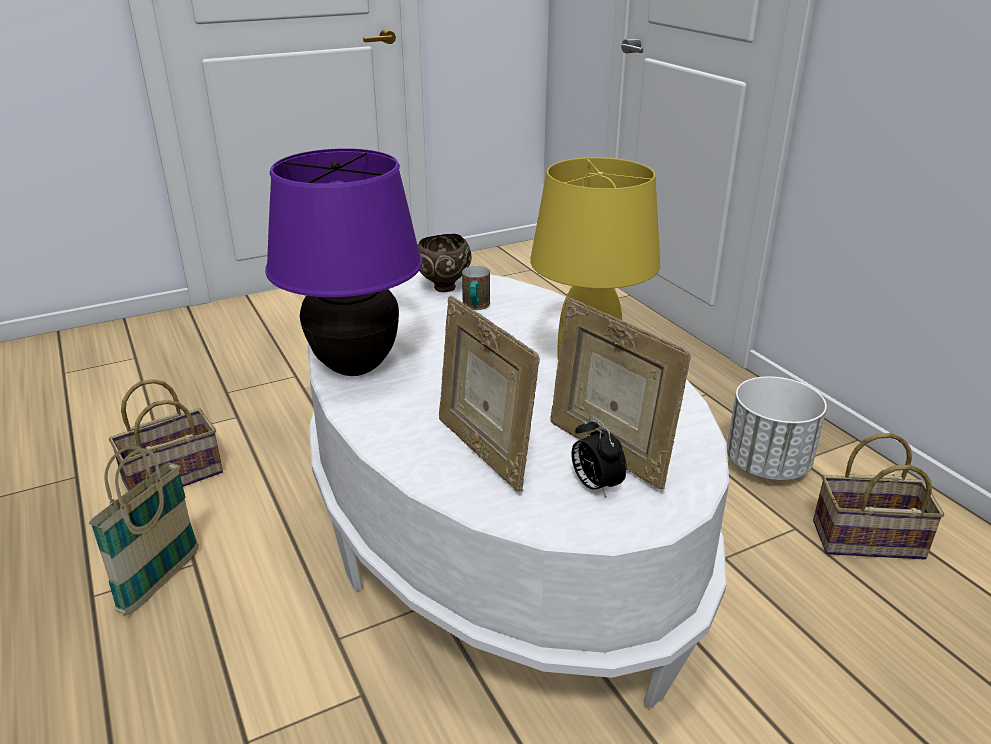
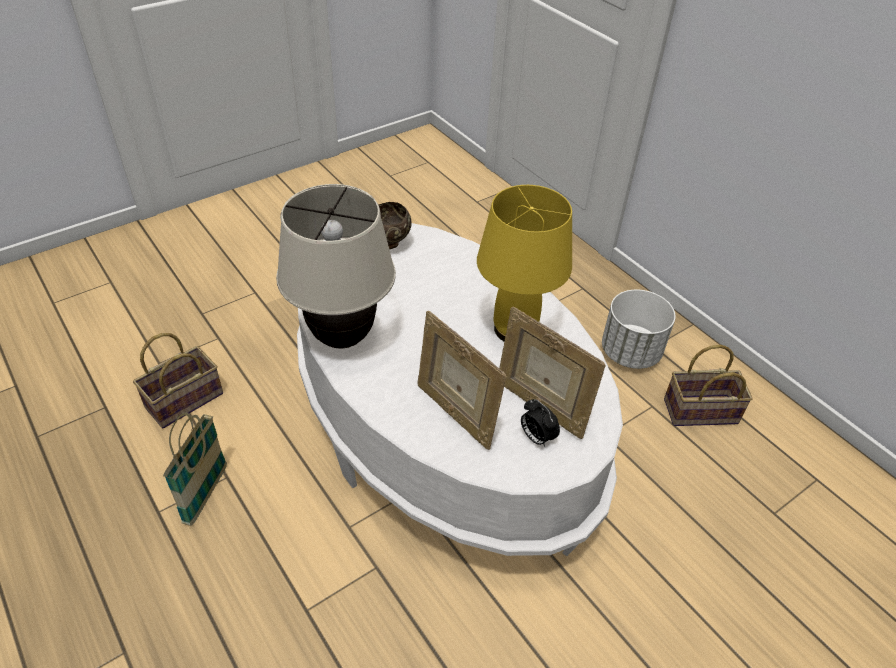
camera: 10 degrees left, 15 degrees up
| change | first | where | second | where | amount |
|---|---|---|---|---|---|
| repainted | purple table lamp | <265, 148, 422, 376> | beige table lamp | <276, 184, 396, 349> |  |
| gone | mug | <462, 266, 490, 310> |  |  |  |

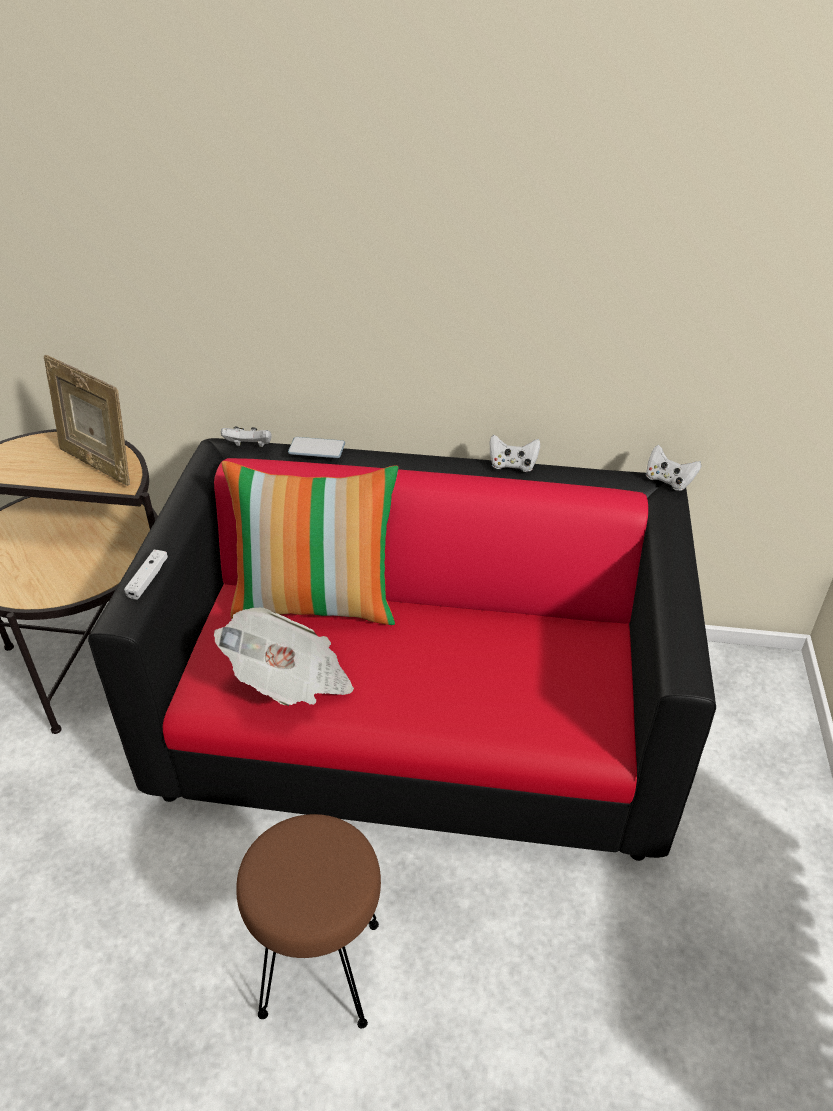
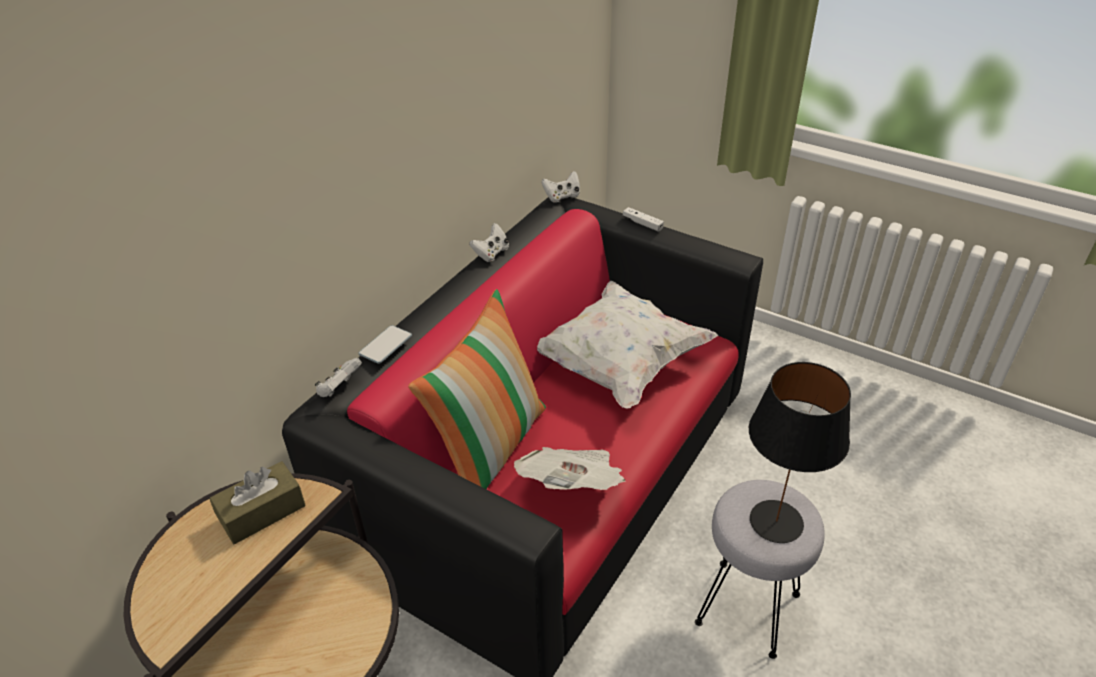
camera: 65 degrees left, 0 degrees up
| change | first | where | second | where | amount |
|---|---|---|---|---|---|
| swapped | picture frame | <44, 355, 130, 486> | brown tissue box | <209, 461, 306, 545> |  |
| shifted | white game controller | <124, 549, 168, 600> |  | <623, 207, 664, 231> |  |
| repainted | brown stool | <236, 814, 381, 1028> | grey stool | <695, 480, 825, 659> |  |
| new |  |  | white pillow | <537, 280, 718, 408> |  |
| new |  |  | black table lamp | <749, 362, 851, 543> |  |

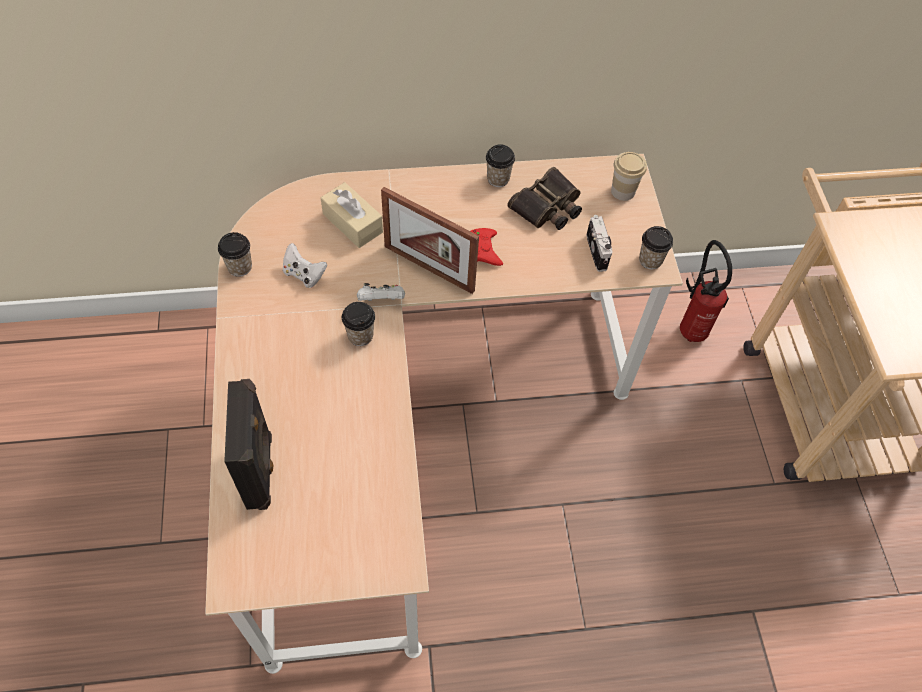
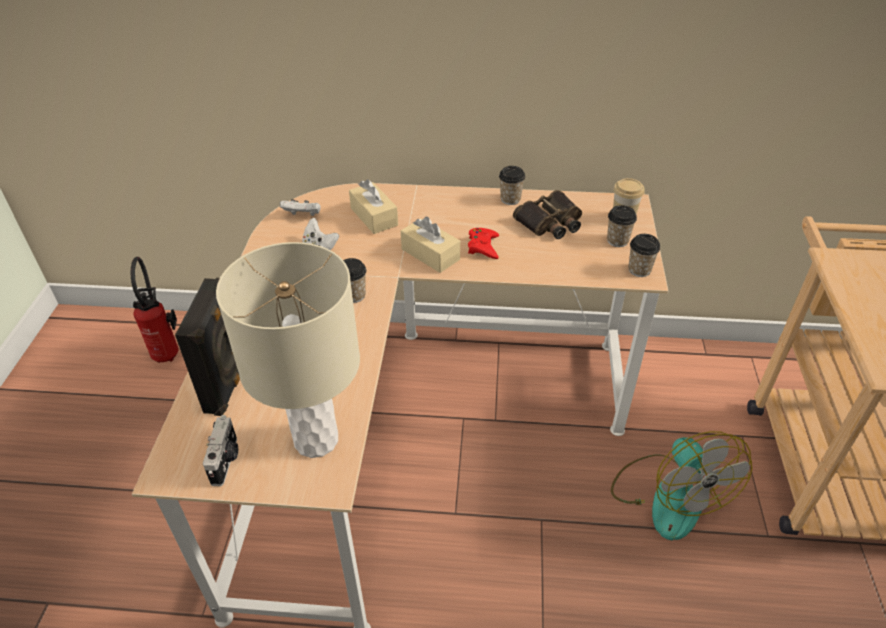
camera: 15 degrees right, 15 degrees down
| change | first | where | second | where | amount |
|---|---|---|---|---|---|
| shifted | cup | <218, 232, 252, 277> |  | <607, 205, 637, 247> |  |
| shifted | white game controller | <357, 283, 405, 301> |  | <280, 199, 321, 216> |  |
| swapped | picture frame | <381, 187, 479, 294> | beige tissue box | <401, 217, 460, 273> |  |
| shifted | photo camera | <586, 215, 613, 272> |  | <203, 415, 238, 486> |  |
| shifted | fire extinguisher | <680, 240, 732, 342> |  | <131, 257, 178, 363> |  |
| new |  |  | beige table lamp | <216, 242, 360, 458> |  |
| new |  |  | fan | <611, 431, 752, 540> |  |

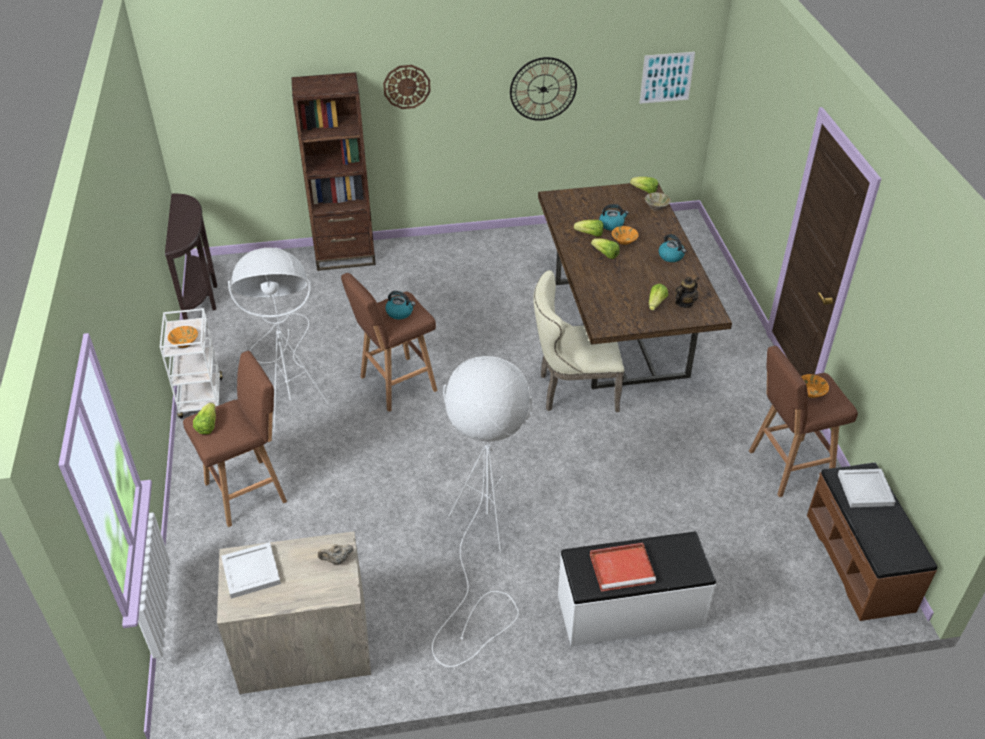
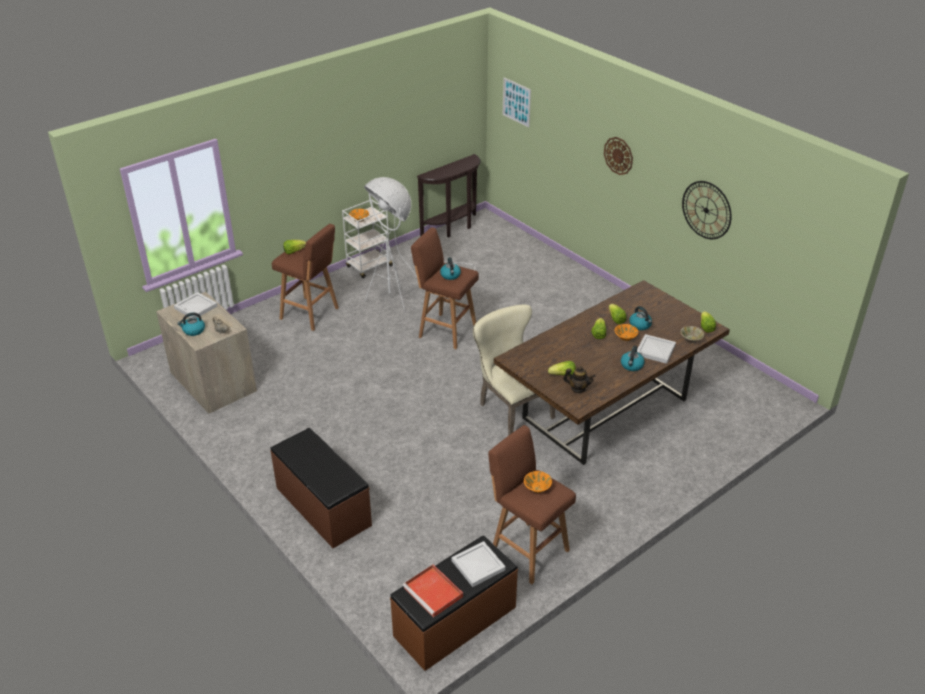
camera: 60 degrees right, 5 degrees down
| change | first | where | second | where | amount |
|---|---|---|---|---|---|
| gone | brown bookcase | <291, 72, 376, 271> |  |  |  |
| gone | white floor lamp | <432, 356, 533, 667> |  |  |  |
| repainted | white bench | <558, 532, 716, 647> | brown bench | <270, 428, 372, 548> |  |
| shifted | red tray | <590, 543, 656, 591> |  | <403, 564, 463, 618> |  |
| shifted | picture | <640, 52, 695, 104> |  | <503, 78, 531, 128> |  |
| new |  |  | kettle | <177, 313, 205, 336> |  |
| new |  |  | white tray | <637, 334, 676, 364> |  |

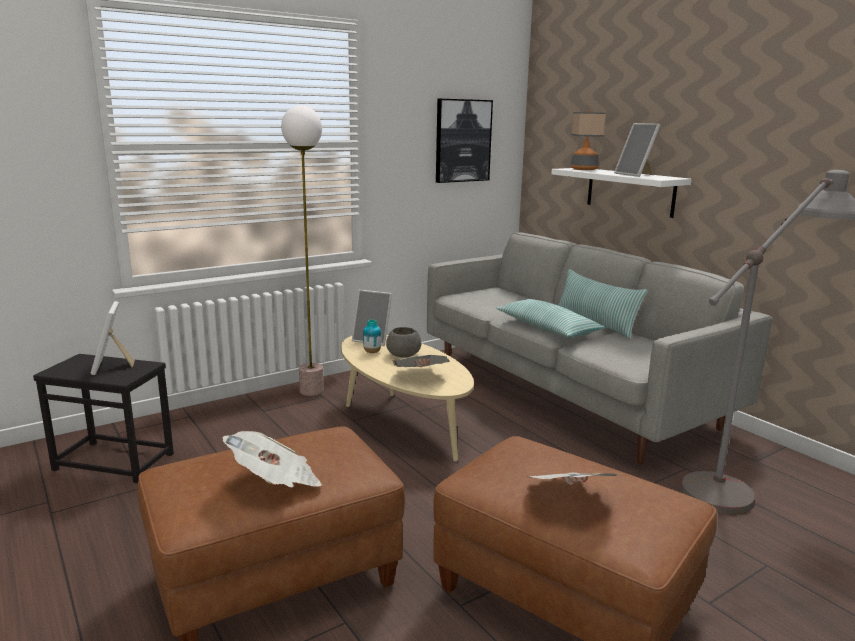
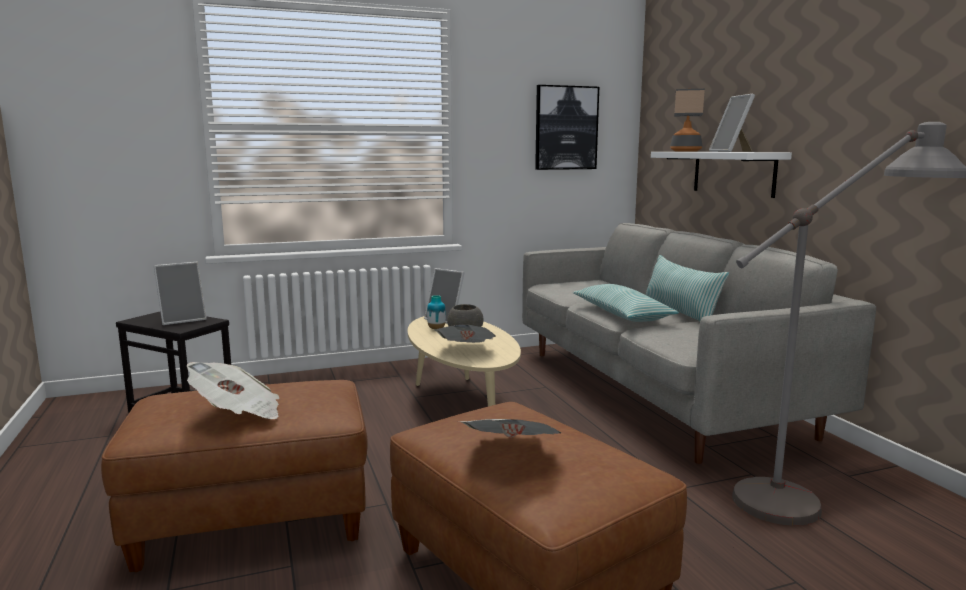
camera: 15 degrees right, 5 degrees down
| change | first | where | second | where | amount |
|---|---|---|---|---|---|
| rotated | picture frame | <91, 301, 135, 375> |  | <154, 262, 207, 325> | 120 degrees counterclockwise |
| gone | floor lamp | <281, 105, 324, 396> |  |  |  |

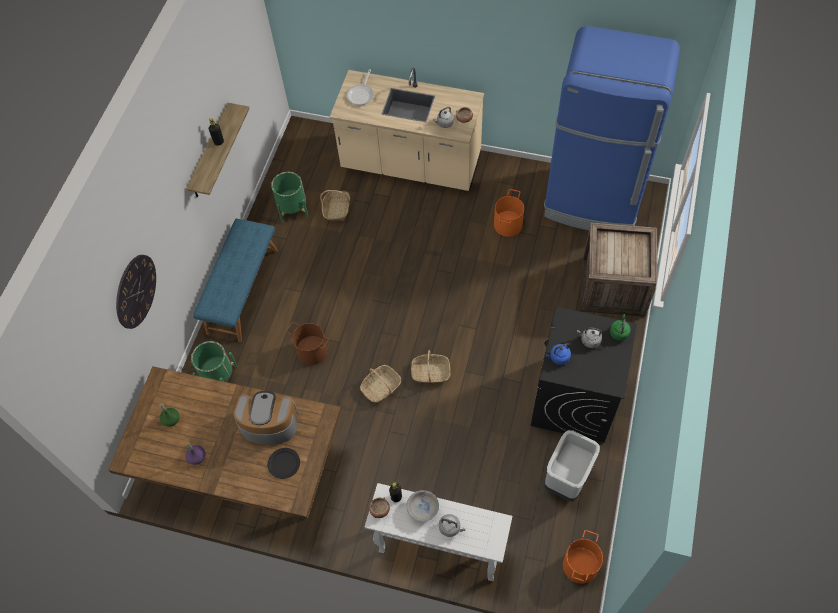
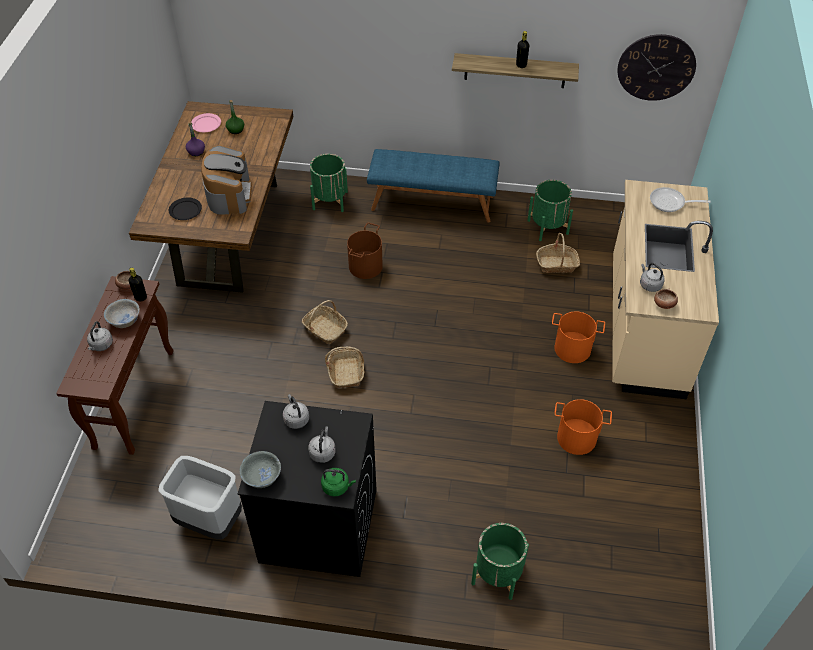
camera: 80 degrees right, 10 degrees down
| change | first | where | second | where | amount |
|---|---|---|---|---|---|
| shifted | wall clock | <116, 255, 156, 329> |  | <618, 34, 696, 101> |  |
| repainted | white console table | <365, 483, 512, 581> | brown console table | <56, 276, 174, 455> |  |
| gone | blue fridge | <544, 26, 680, 230> |  |  |  |
| repainted | blue kettle | <546, 343, 571, 365> | grey kettle | <283, 394, 309, 429> |  |
| shifted | orange bucket | <563, 530, 603, 584> |  | <552, 311, 605, 363> |  |
| swapped | crate | <581, 223, 658, 317> | green planter | <471, 523, 529, 600> |  |
| new |  |  | pink plate | <191, 113, 221, 132> |  |
| new |  |  | grey bowl | <239, 451, 281, 488> |  |

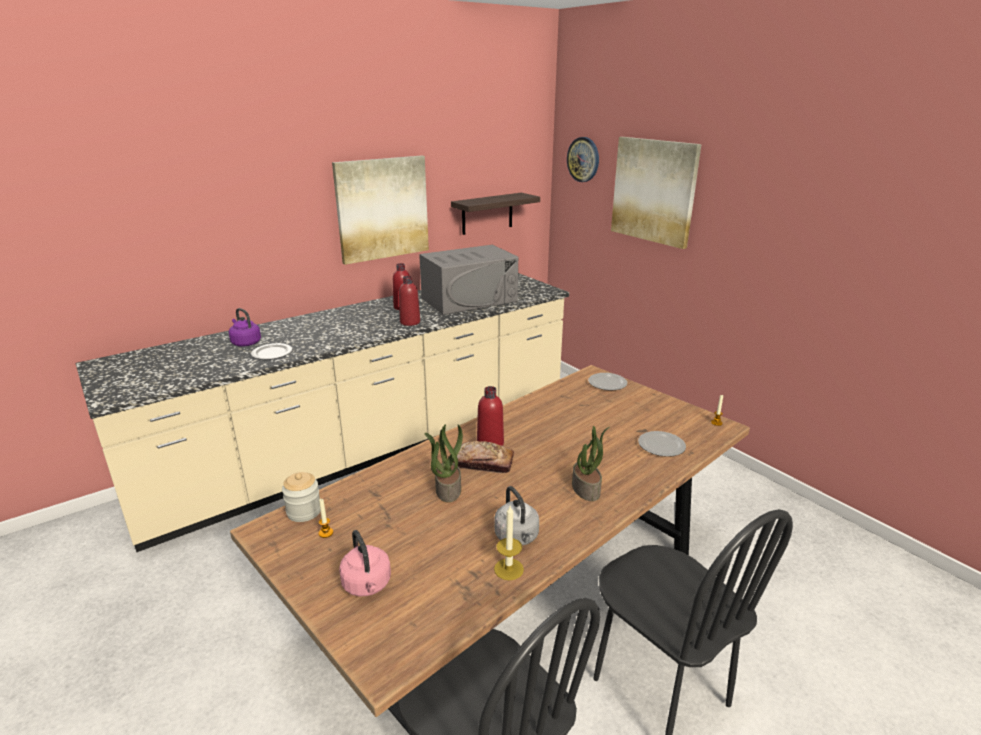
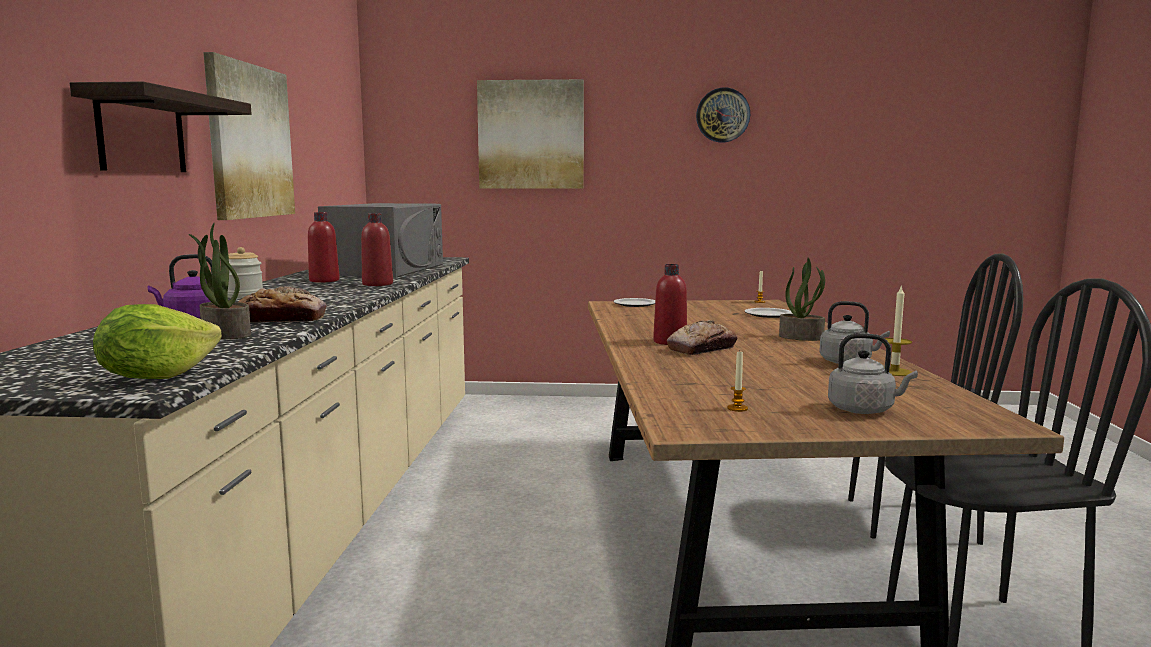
camera: 50 degrees left, 15 degrees down
| change | first | where | second | where | amount |
|---|---|---|---|---|---|
| swapped | plate | <251, 343, 292, 360> | bread | <238, 286, 326, 322> |  |
| shifted | jar | <282, 472, 320, 522> |  | <227, 247, 263, 298> |  |
| repainted | pink kettle | <339, 530, 391, 596> | grey kettle | <828, 333, 918, 414> |  |
| shifted | potted plant | <424, 424, 463, 502> |  | <189, 223, 251, 339> |  |
| shifted | shelf | <451, 193, 540, 235> |  | <70, 82, 252, 172> |  |
| shifted | wall clock | <567, 137, 599, 182> |  | <696, 88, 750, 143> |  |
| new |  |  | lettuce | <93, 304, 222, 379> |  |

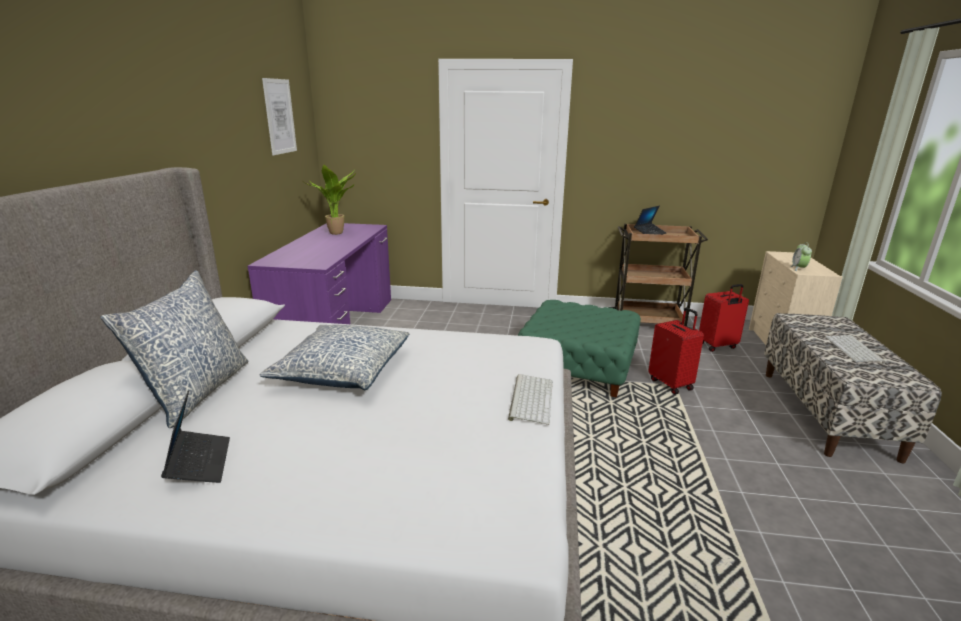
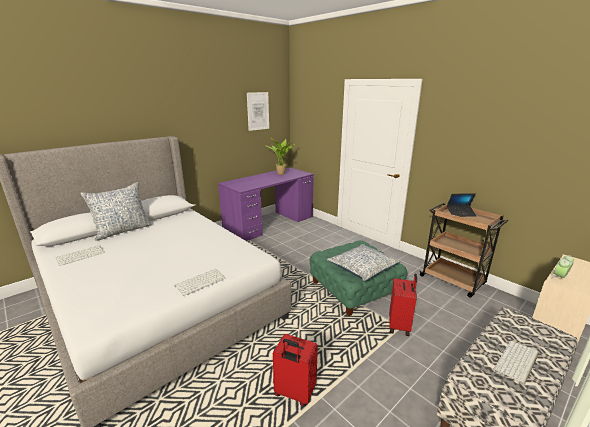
camera: 40 degrees right, 0 degrees up
| change | first | where | second | where | amount |
|---|---|---|---|---|---|
| swapped | laptop | <161, 390, 230, 483> | keyboard | <56, 245, 105, 266> |  |
| shifted | pillow | <260, 325, 409, 390> |  | <327, 244, 400, 282> |  |
| shifted | red suitcase | <699, 284, 749, 352> |  | <273, 334, 318, 406> |  |

